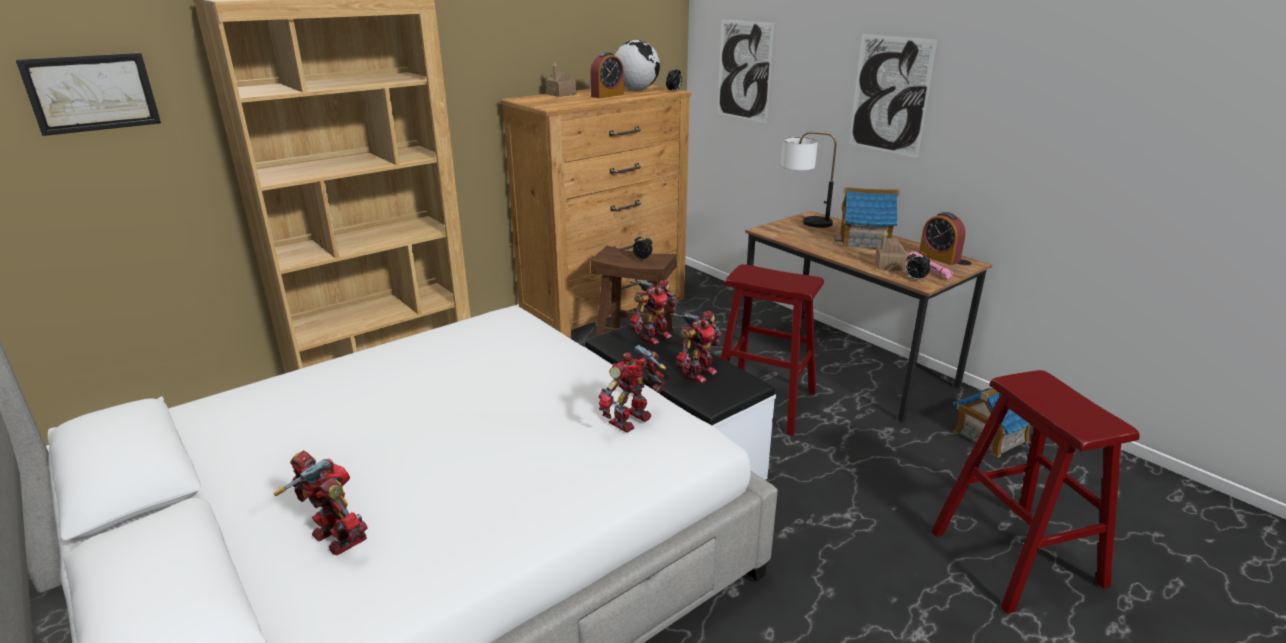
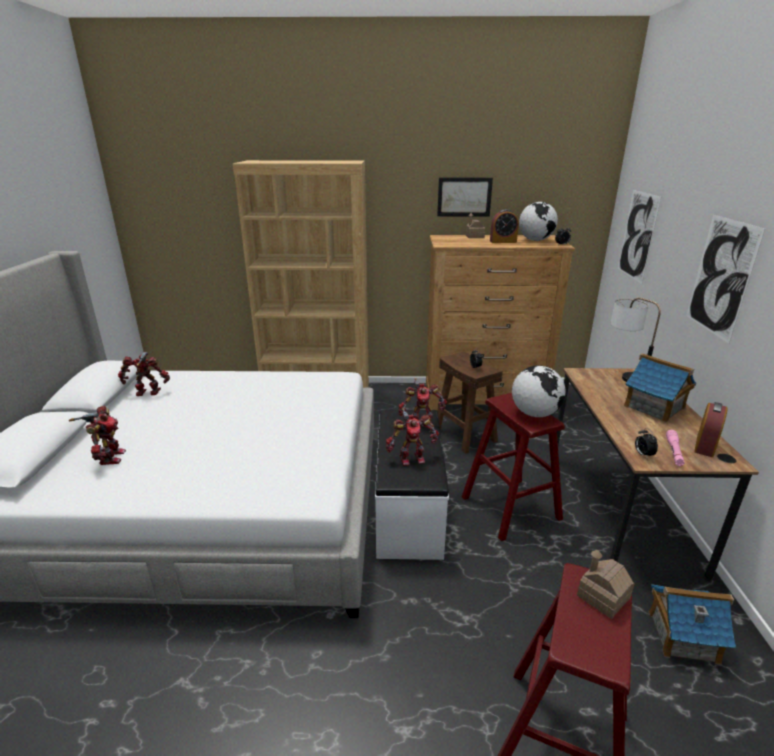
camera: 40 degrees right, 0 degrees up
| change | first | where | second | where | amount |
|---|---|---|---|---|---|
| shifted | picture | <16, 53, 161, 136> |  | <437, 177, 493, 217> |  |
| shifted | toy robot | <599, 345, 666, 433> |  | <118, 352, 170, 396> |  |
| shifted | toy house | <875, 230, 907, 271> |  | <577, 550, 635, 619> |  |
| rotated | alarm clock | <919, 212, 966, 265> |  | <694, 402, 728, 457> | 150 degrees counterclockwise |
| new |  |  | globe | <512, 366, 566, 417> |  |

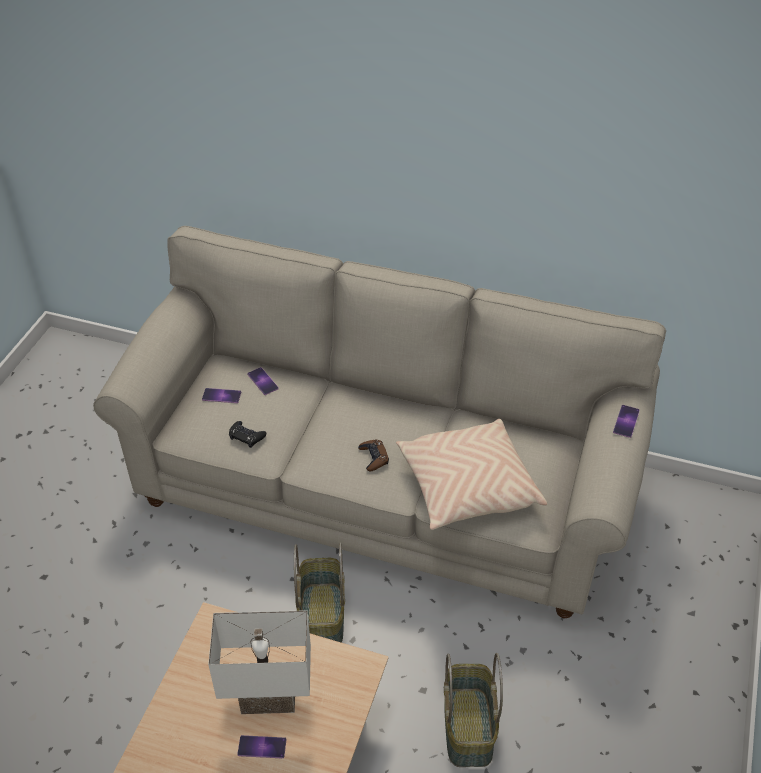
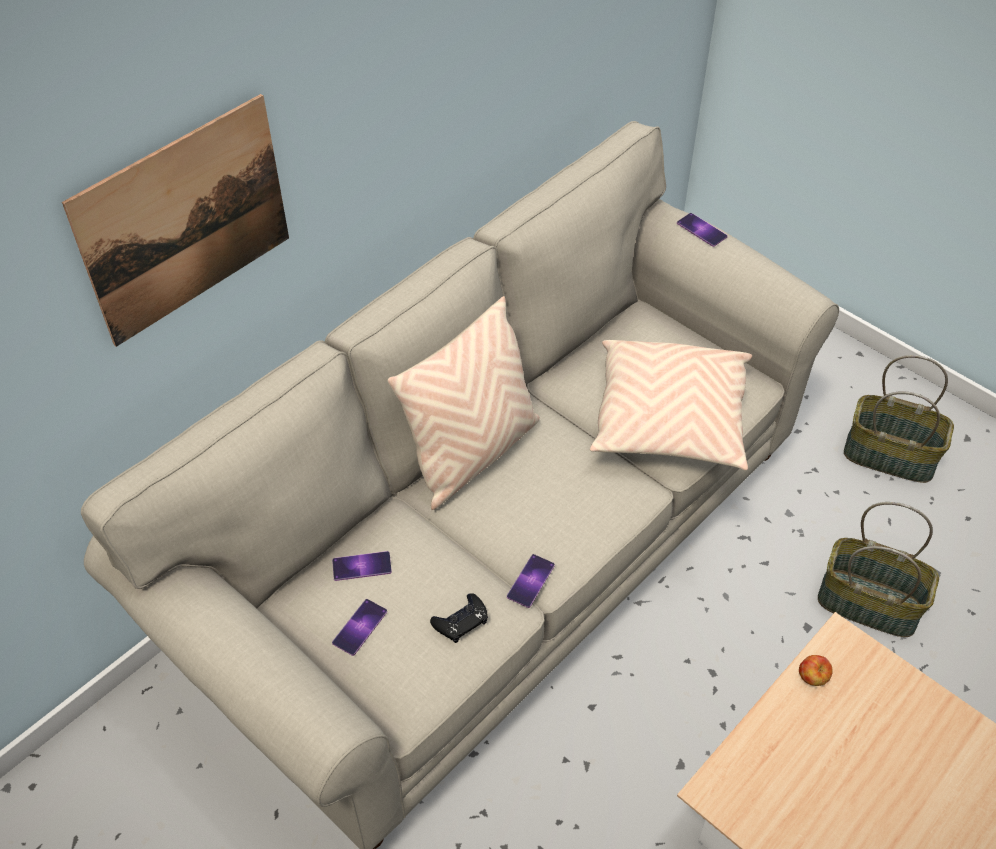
camera: 65 degrees left, 5 degrees up
| change | first | where | second | where | amount |
|---|---|---|---|---|---|
| gone | white table lamp | <208, 610, 311, 714> |  |  |  |
| shifted | phone | <237, 735, 286, 758> |  | <507, 554, 555, 608> |  |
| shifted | basket | <294, 542, 345, 643> |  | <844, 355, 954, 483> |  |
| gone | brown game controller | <358, 440, 389, 471> |  |  |  |
| new |  |  | picture | <62, 94, 289, 347> |  |
| new |  |  | beige pillow | <388, 296, 540, 510> |  |
| new |  |  | apple | <799, 655, 832, 686> |  |

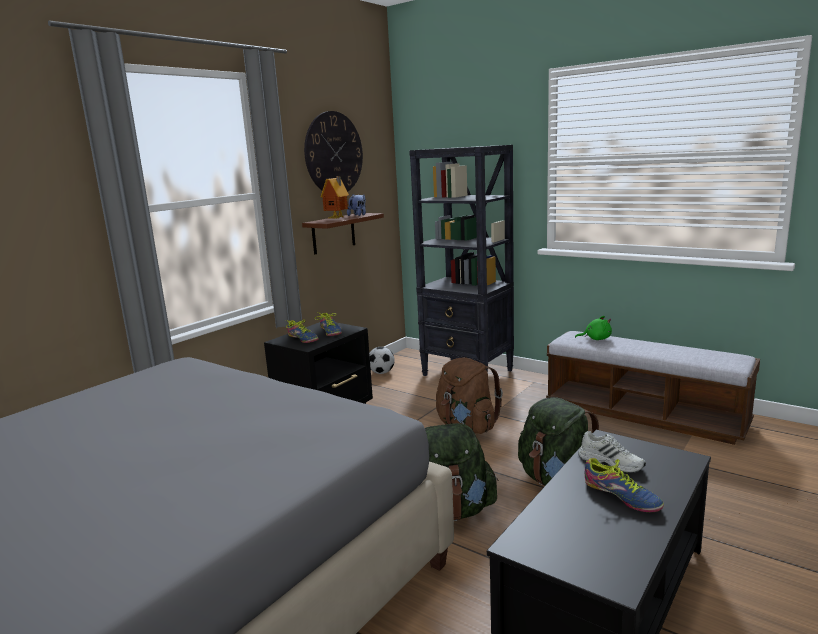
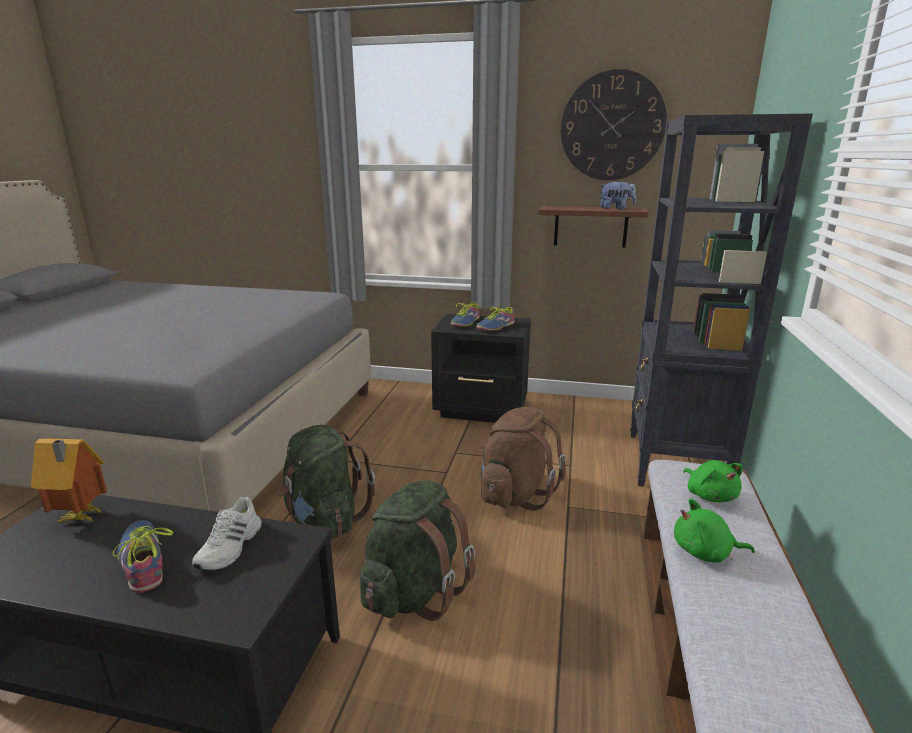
camera: 65 degrees right, 5 degrees up
| change | first | where | second | where | amount |
|---|---|---|---|---|---|
| shifted | toy house | <321, 176, 349, 219> |  | <31, 438, 107, 523> |  |
| gone | football | <369, 347, 395, 374> |  |  |  |
| rotated | shoe | <585, 458, 664, 512> |  | <113, 520, 173, 593> | 120 degrees clockwise |
| new |  |  | green plush toy | <674, 498, 755, 563> |  |

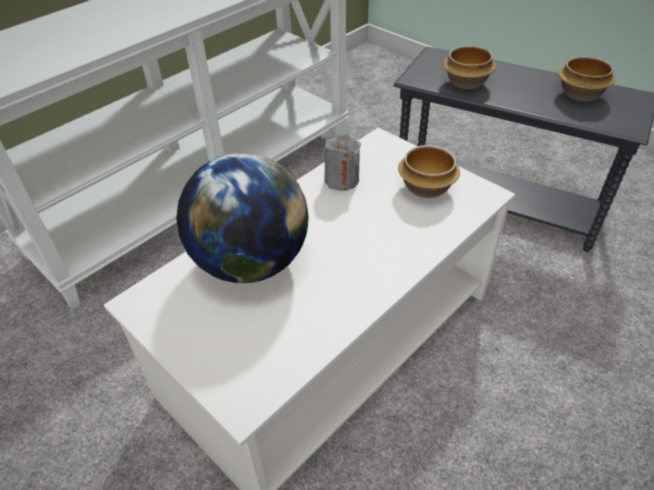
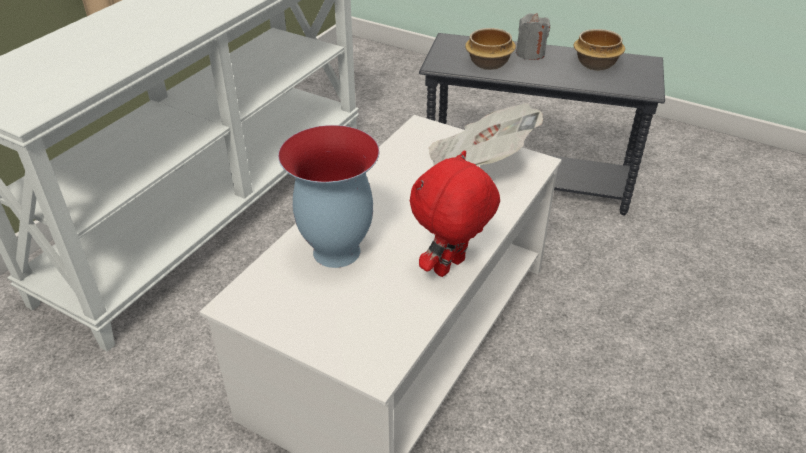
camera: 15 degrees left, 5 degrees down
| change | first | where | second | where | amount |
|---|---|---|---|---|---|
| swapped | globe | <176, 152, 309, 283> | vase | <278, 125, 380, 268> |  |
| shifted | grey candle | <323, 134, 361, 191> |  | <516, 13, 550, 60> |  |
| swapped | bowl | <398, 145, 460, 198> | newspaper | <429, 103, 543, 166> |  |
| new |  |  | red plush toy | <410, 150, 500, 277> |  |

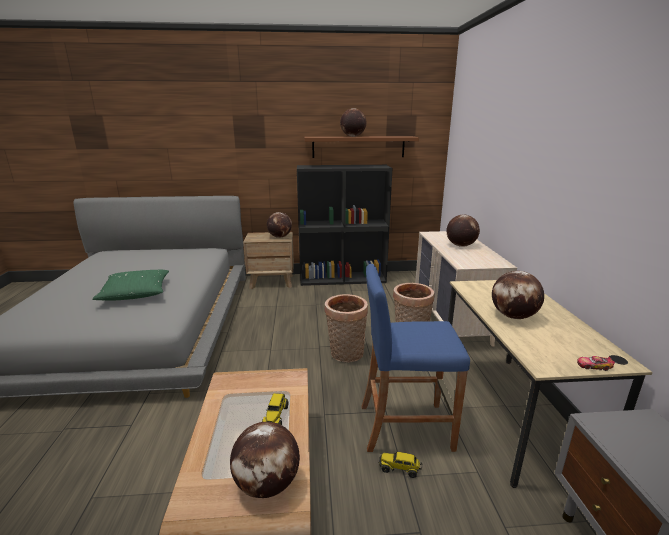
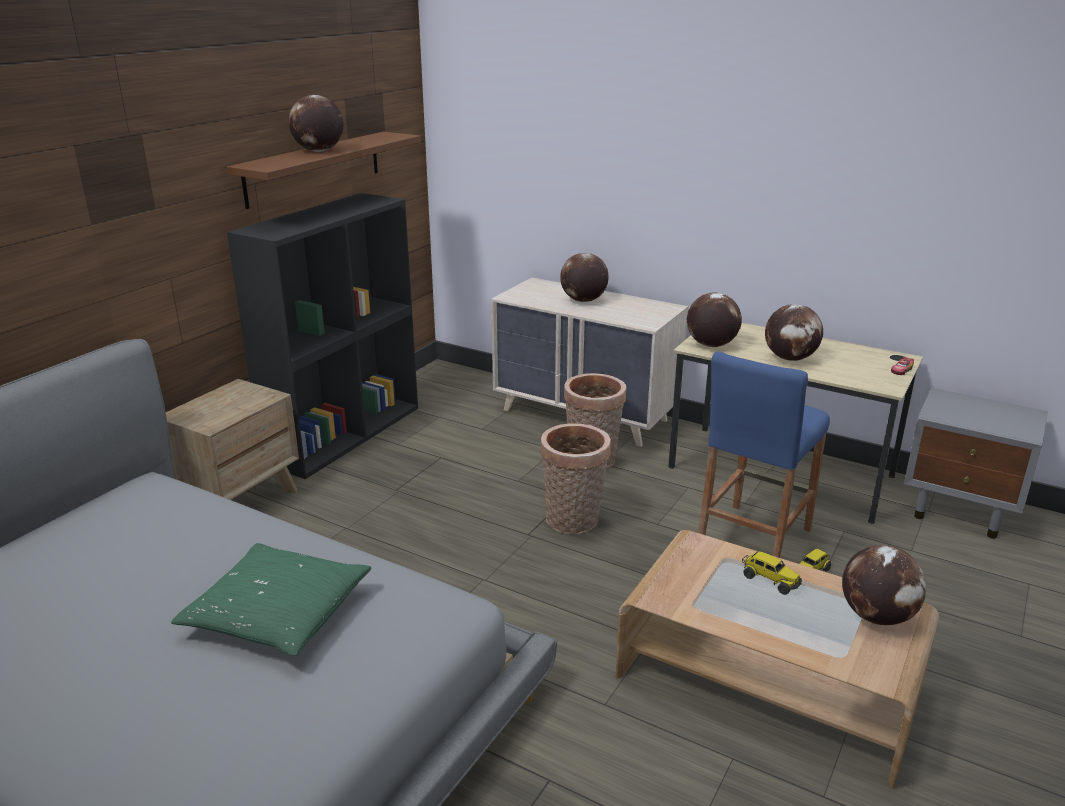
camera: 55 degrees left, 5 degrees up
| change | first | where | second | where | amount |
|---|---|---|---|---|---|
| shifted | globe | <267, 212, 292, 238> |  | <687, 293, 742, 347> |  |

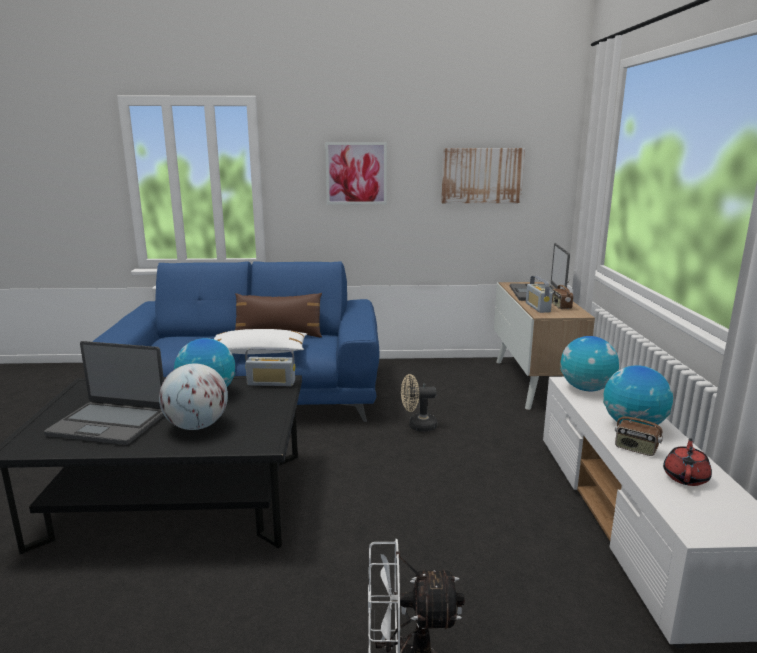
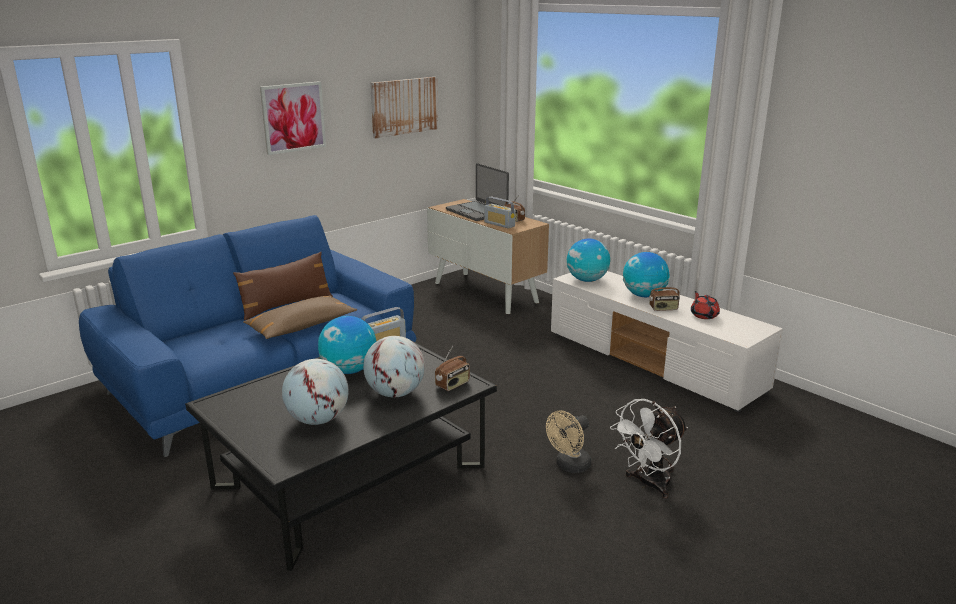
camera: 40 degrees left, 5 degrees up
| change | first | where | second | where | amount |
|---|---|---|---|---|---|
| swapped | laptop | <44, 341, 164, 445> | globe | <282, 359, 349, 425> |  |
| repainted | white pillow | <214, 329, 307, 354> | brown pillow | <243, 296, 357, 339> |  |
| shifted | beige fan | <401, 374, 437, 432> |  | <546, 410, 591, 473> |  |
| new |  |  | radio | <435, 346, 470, 391> |  |

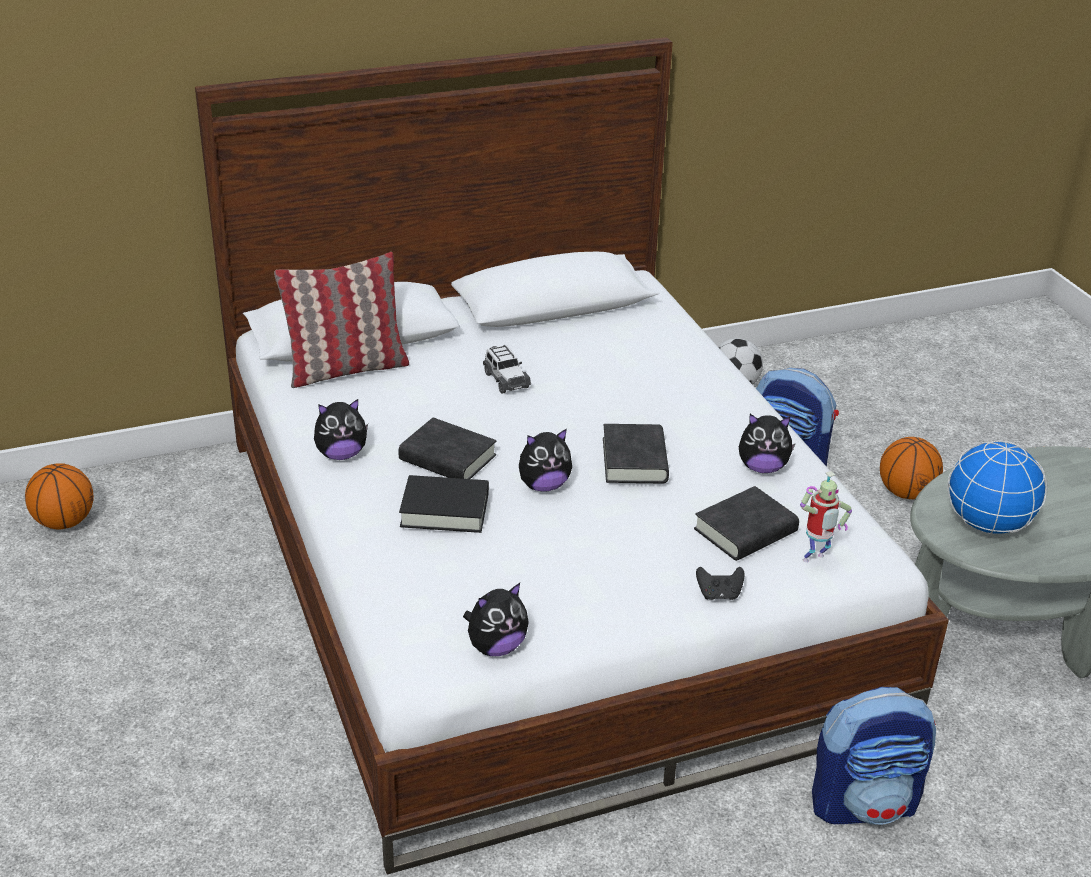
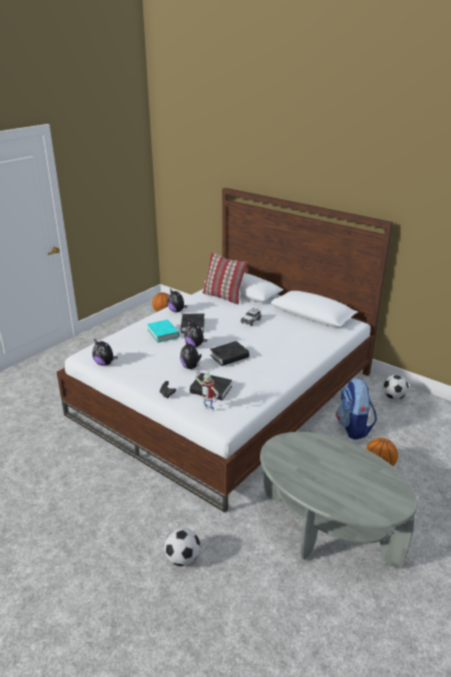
camera: 60 degrees right, 5 degrees down
| change | first | where | second | where | amount |
|---|---|---|---|---|---|
| repainted | black book | <399, 475, 489, 533> | turquoise book | <147, 320, 180, 343> |  |
| shifted | plush toy | <739, 414, 796, 473> |  | <180, 340, 202, 369> |  |
| gone | backpack | <812, 687, 936, 825> |  |  |  |
| gone | globe | <947, 441, 1047, 535> |  |  |  |
| new |  |  | football | <164, 528, 200, 566> |  |

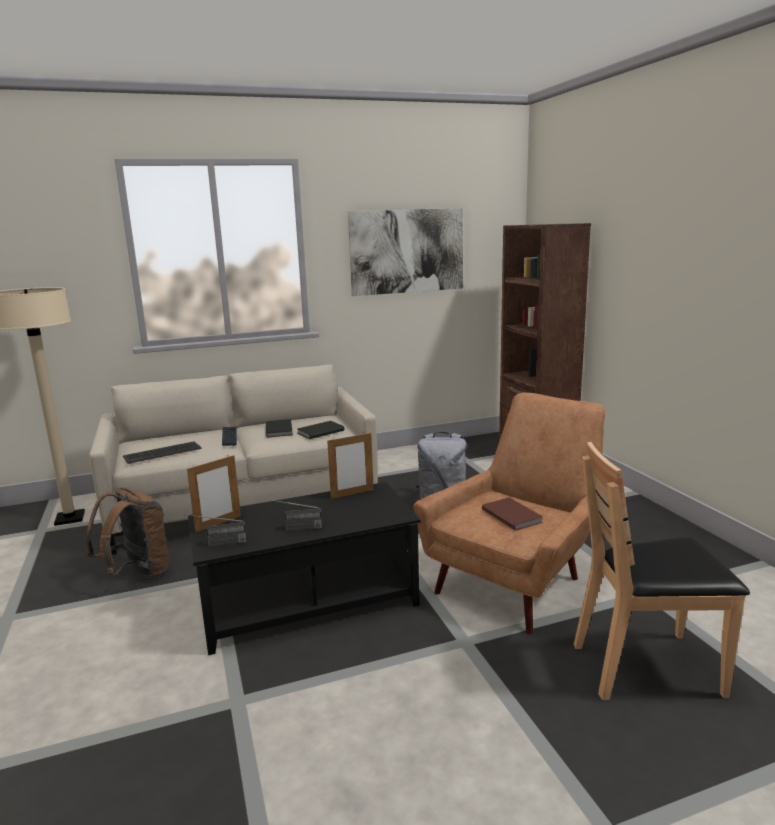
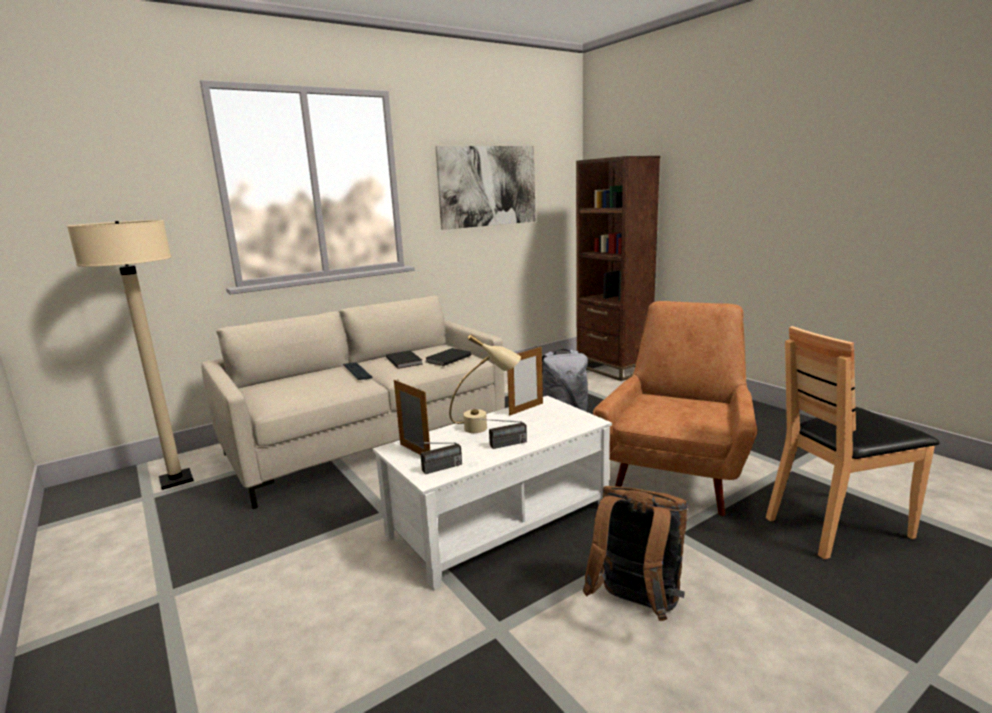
camera: 15 degrees left, 0 degrees up
| change | first | where | second | where | amount |
|---|---|---|---|---|---|
| shifted | brown backpack | <87, 487, 169, 580> |  | <583, 486, 688, 621> |  |
| gone | keyboard | <123, 441, 202, 464> |  |  |  |
| rotated | picture frame | <187, 455, 241, 532> |  | <394, 379, 430, 455> | 75 degrees counterclockwise |
| repainted | black coffee table | <188, 482, 420, 655> | white coffee table | <373, 396, 612, 590> |  |
| gone | brown book | <482, 497, 543, 531> |  |  |  |
| new |  |  | beige table lamp | <449, 334, 521, 433> |  |

